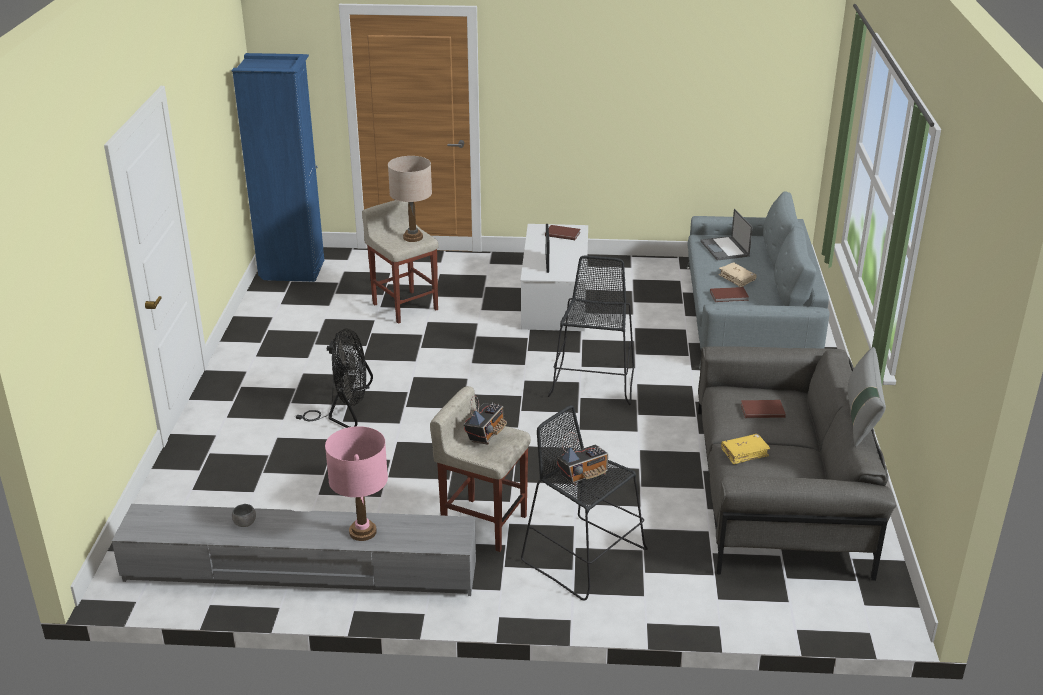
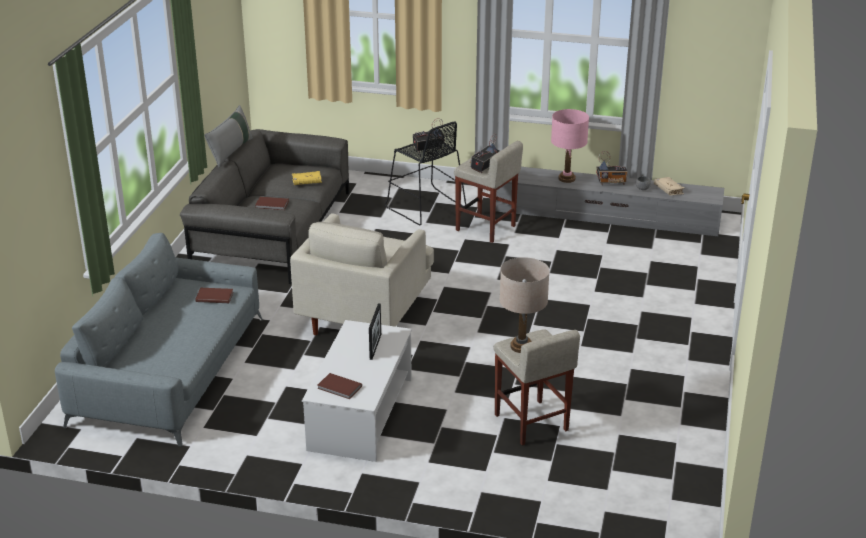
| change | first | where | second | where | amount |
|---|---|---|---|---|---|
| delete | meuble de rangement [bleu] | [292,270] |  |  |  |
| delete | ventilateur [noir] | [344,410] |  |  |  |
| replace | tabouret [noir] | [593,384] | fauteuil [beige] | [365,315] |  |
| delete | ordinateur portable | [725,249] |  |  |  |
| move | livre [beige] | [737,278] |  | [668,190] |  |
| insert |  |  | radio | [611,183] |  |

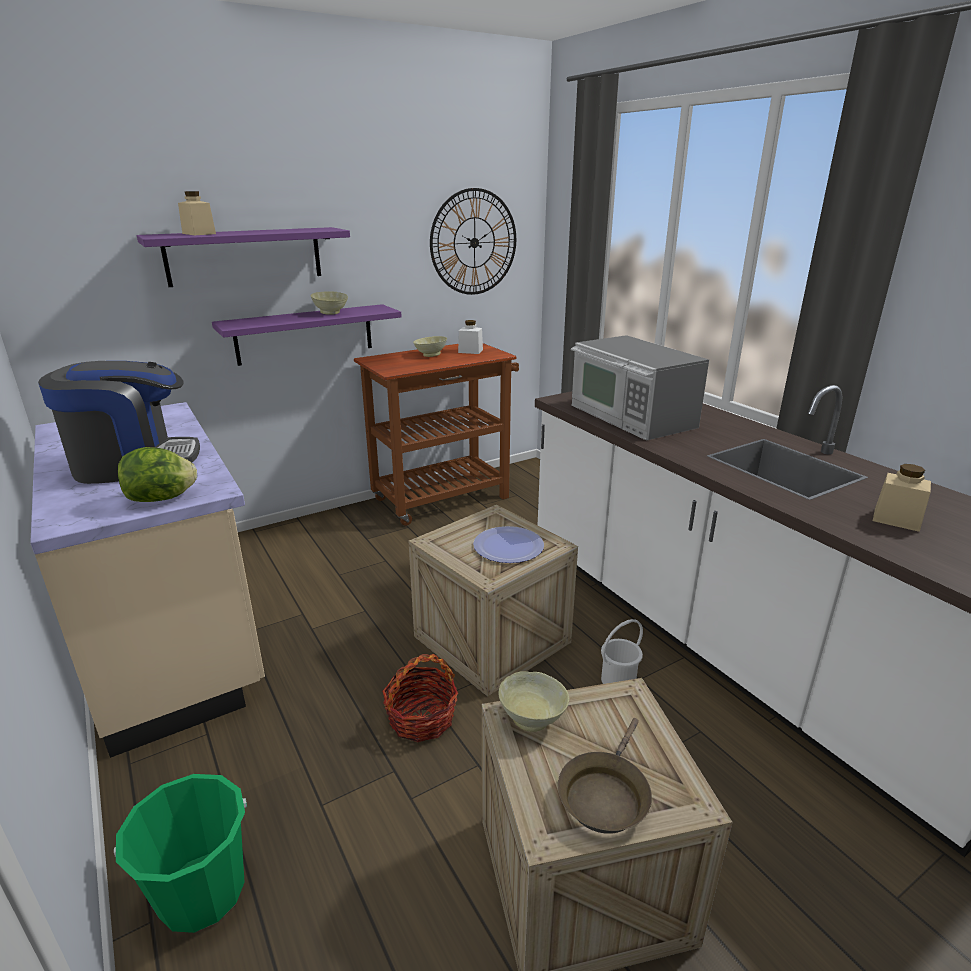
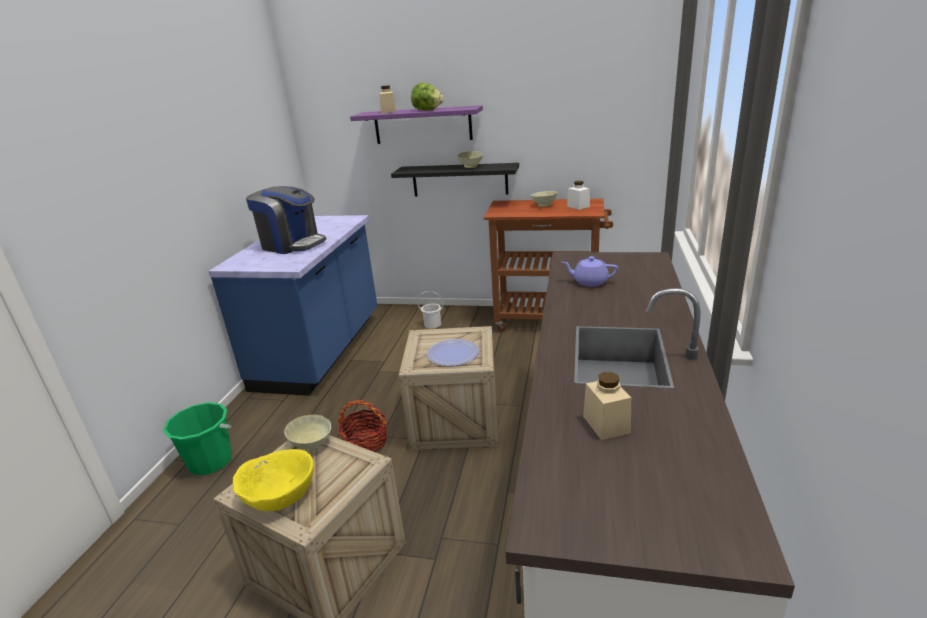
| change | first | where | second | where | amount |
|---|---|---|---|---|---|
| recolor | comptoir de cuisine [beige] | [174,640] | comptoir de cuisine [bleu] | [321,351] |  |
| move | laitue | [161,498] |  | [427,110] |  |
| recolor | étagère [violet] | [305,334] | étagère [noir] | [459,180] |  |
| delete | horloge murale | [474,242] |  |  |  |
| replace | poêle [marron] | [604,795] | bol [jaune] | [280,495] |  |
| replace | micro-ondes | [630,416] | théière [violet] | [589,282] |  |
| move | seau [blanc] | [617,680] |  | [432,324] |  |

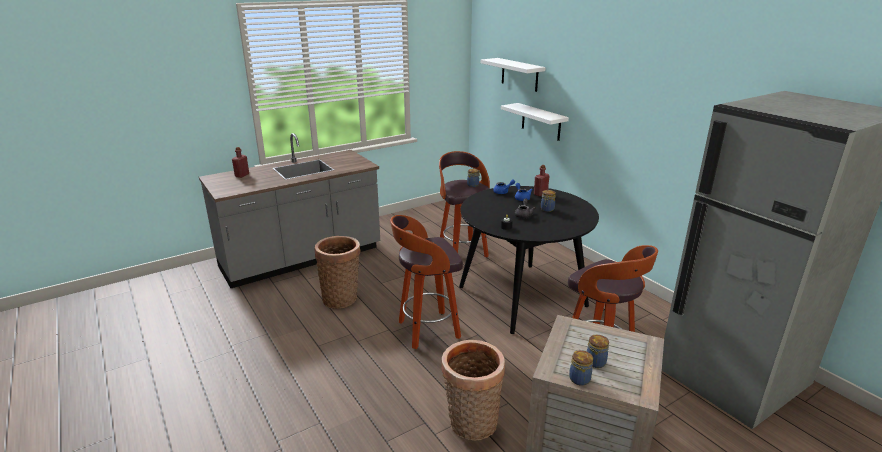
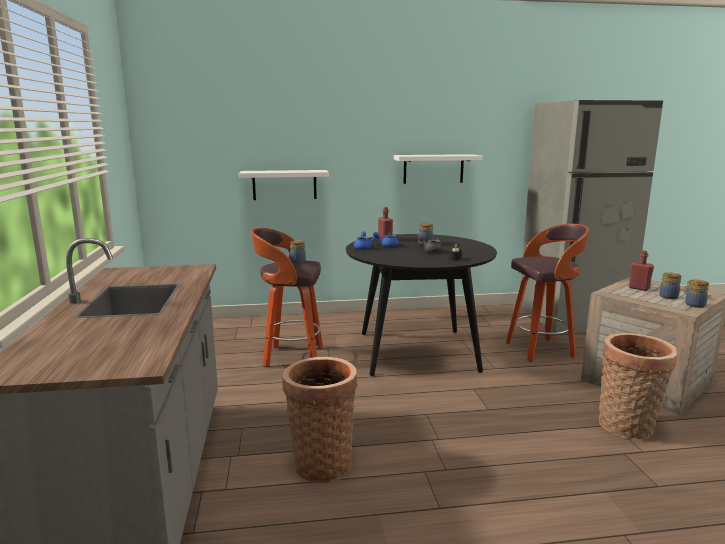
| change | first | where | second | where | amount |
|---|---|---|---|---|---|
| move | bouteille [rouge] | [242,175] |  | [639,288] |  |
| delete | tabouret | [427,330] |  |  |  |
| move | étagère [blanc] | [519,74] |  | [433,168] |  |

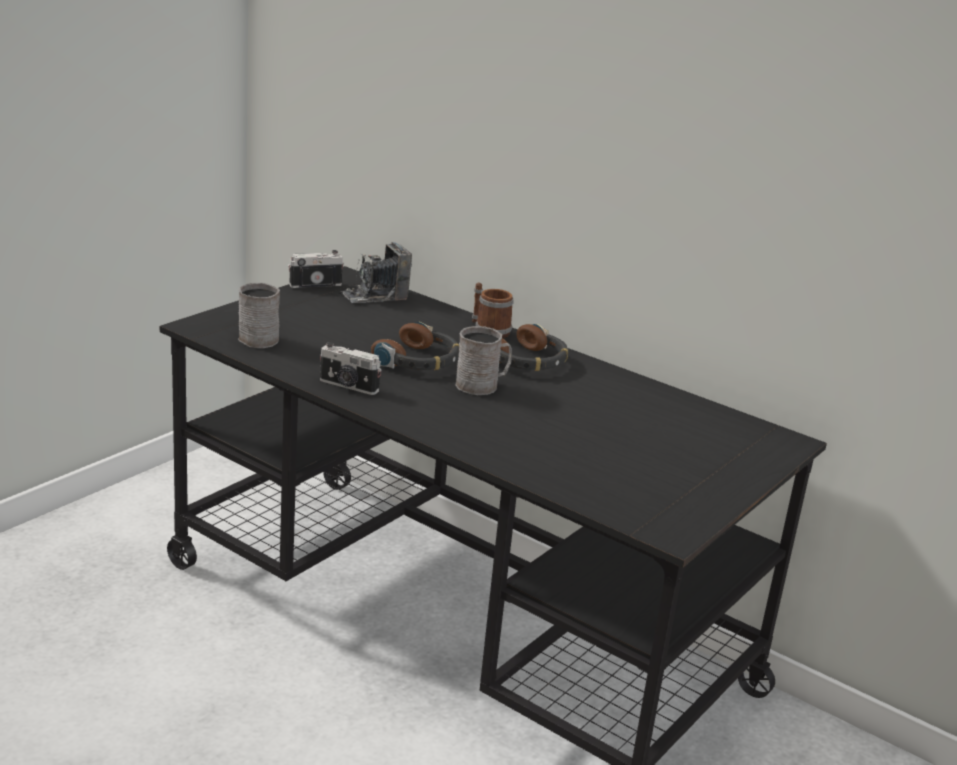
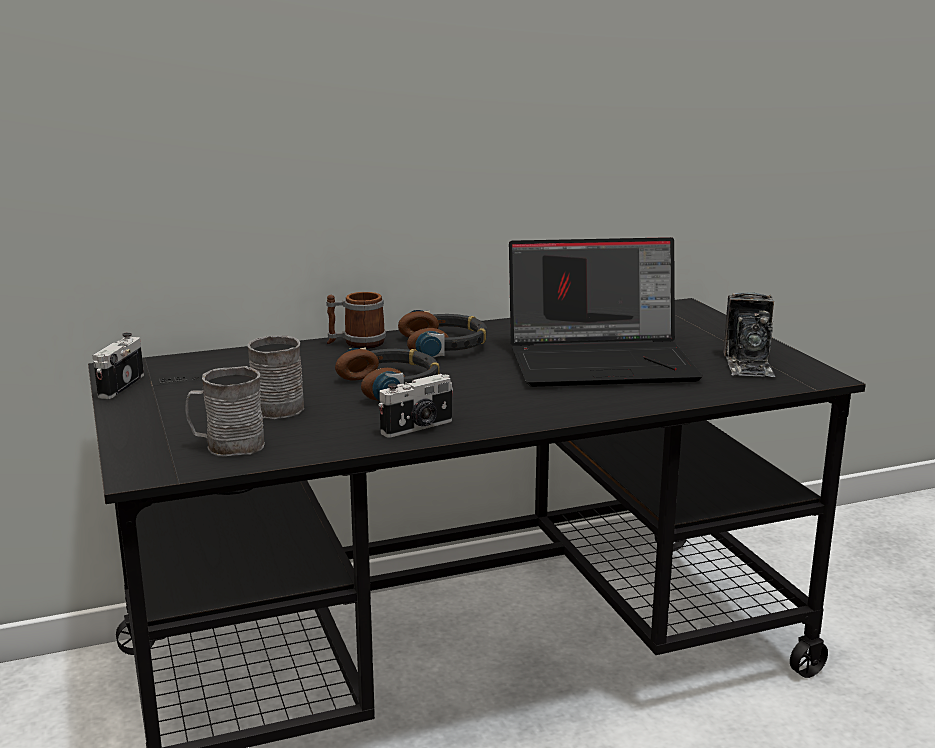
| change | first | where | second | where | amount |
|---|---|---|---|---|---|
| move | appareil photo | [375,296] |  | [748,364] |  |
| move | mug [gris] | [482,385] |  | [281,406] |  |
| insert |  |  | ordinateur portable | [603,361] |  |

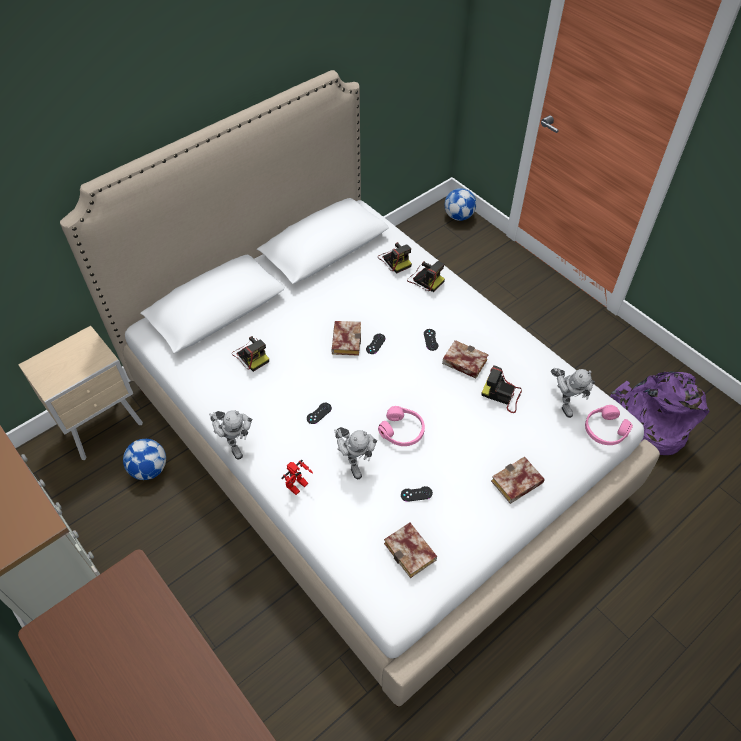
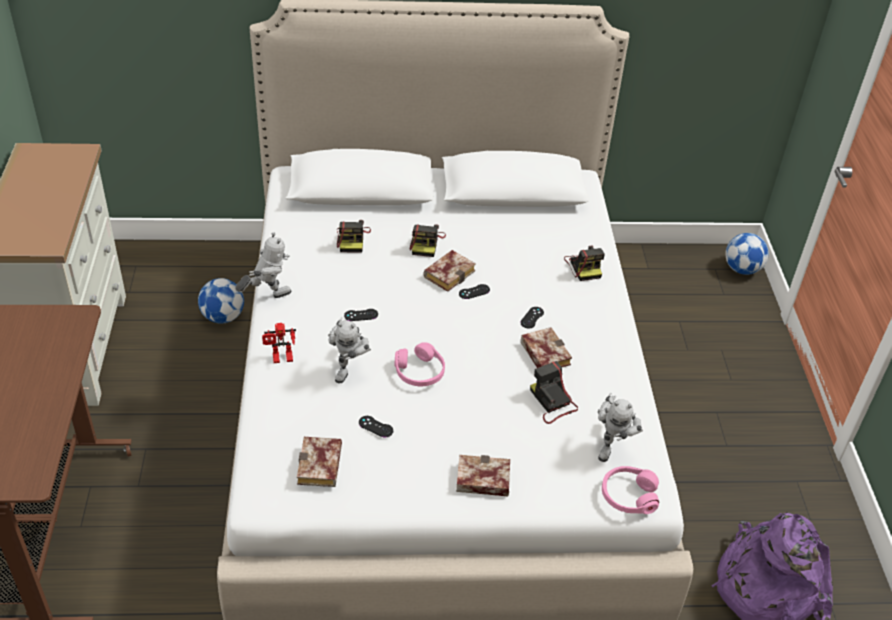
| change | first | where | second | where | amount |
|---|---|---|---|---|---|
| delete | table de chevet [beige] | [104,427] |  |  |  |
| rotate | robot jouet | [234,442] |  | [267,295] | 120 degrees counterclockwise |
| move | appareil photo | [395,260] |  | [426,243] |  |

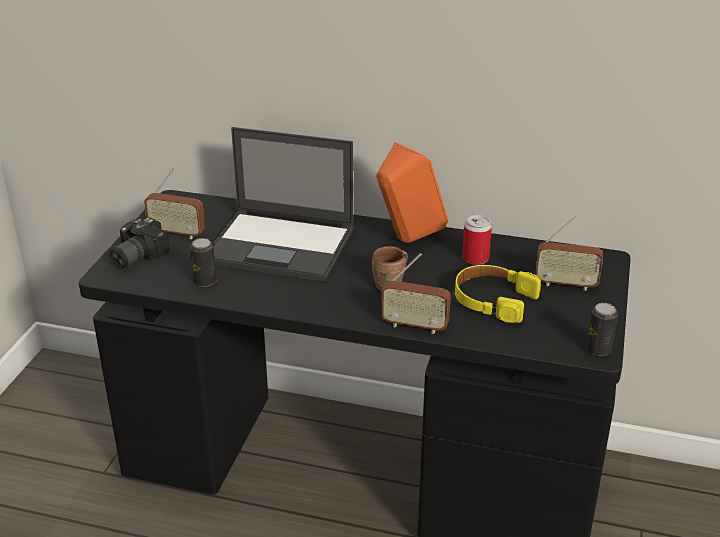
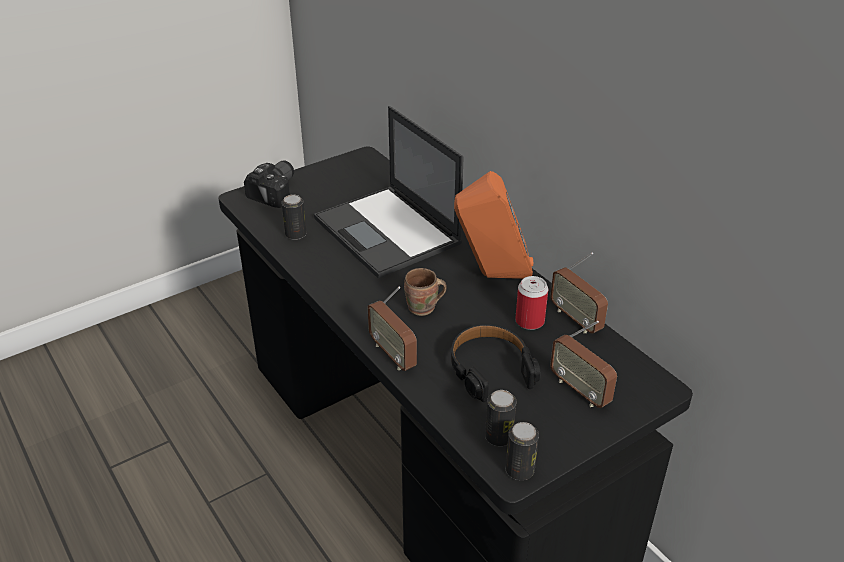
| change | first | where | second | where | amount |
|---|---|---|---|---|---|
| rotate | appareil photo | [134,257] |  | [277,192] | 135 degrees clockwise |
| move | radio | [177,233] |  | [576,319] |  |
| recolor | casque audio [jaune] | [493,300] | casque audio [noir] | [490,368] |  |
| insert |  |  | boîte métallique | [498,437] |  |

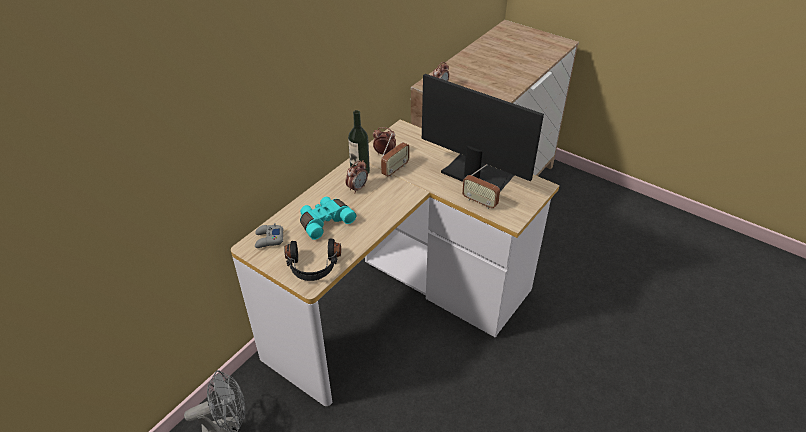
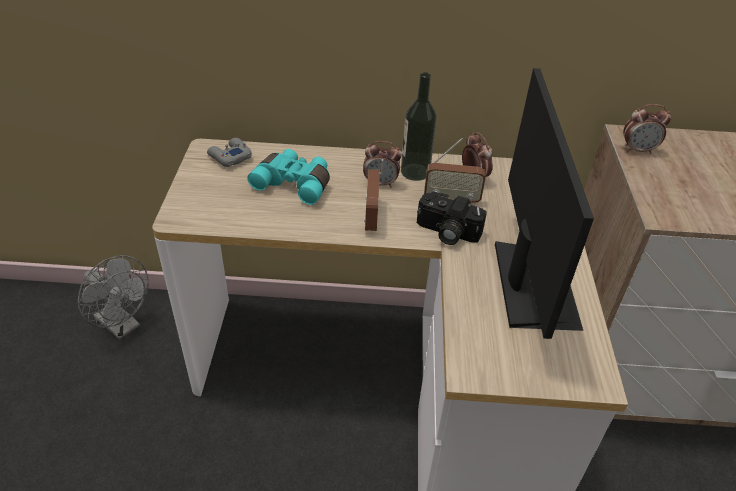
| change | first | where | second | where | amount |
|---|---|---|---|---|---|
| delete | casque audio [noir] | [313,267] |  |  |  |
| move | radio | [479,202] |  | [372,217] |  |
| insert |  |  | appareil photo | [446,232] |  |

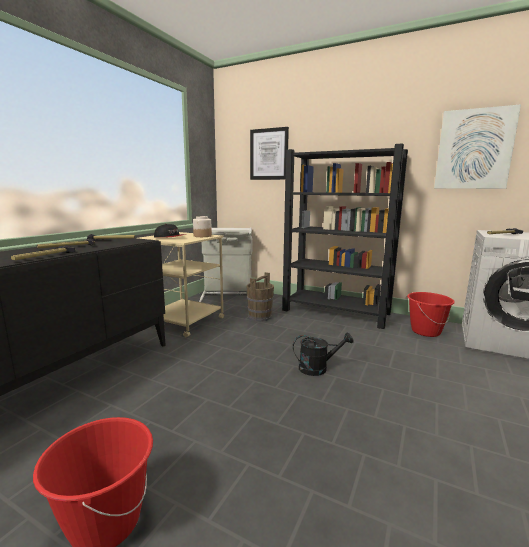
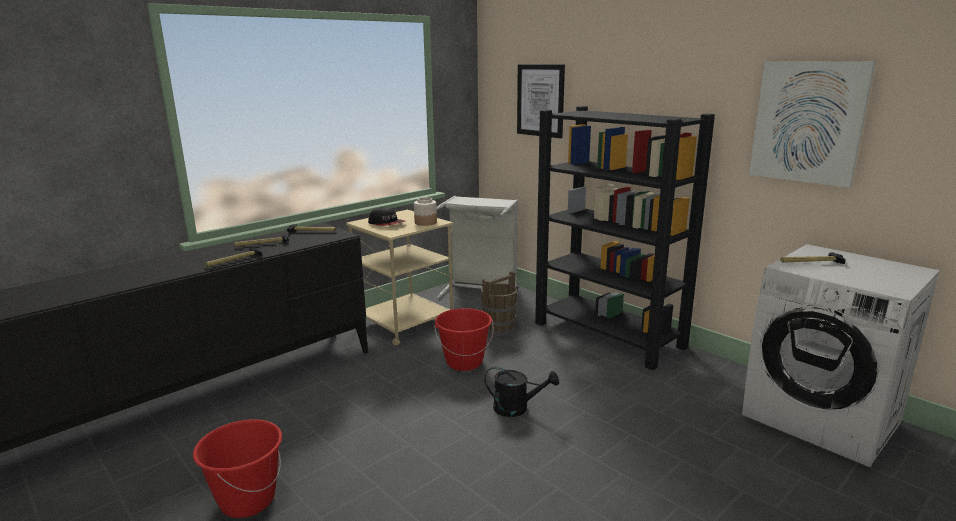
| change | first | where | second | where | amount |
|---|---|---|---|---|---|
| move | seau [rouge] | [425,331] |  | [464,362] |  |

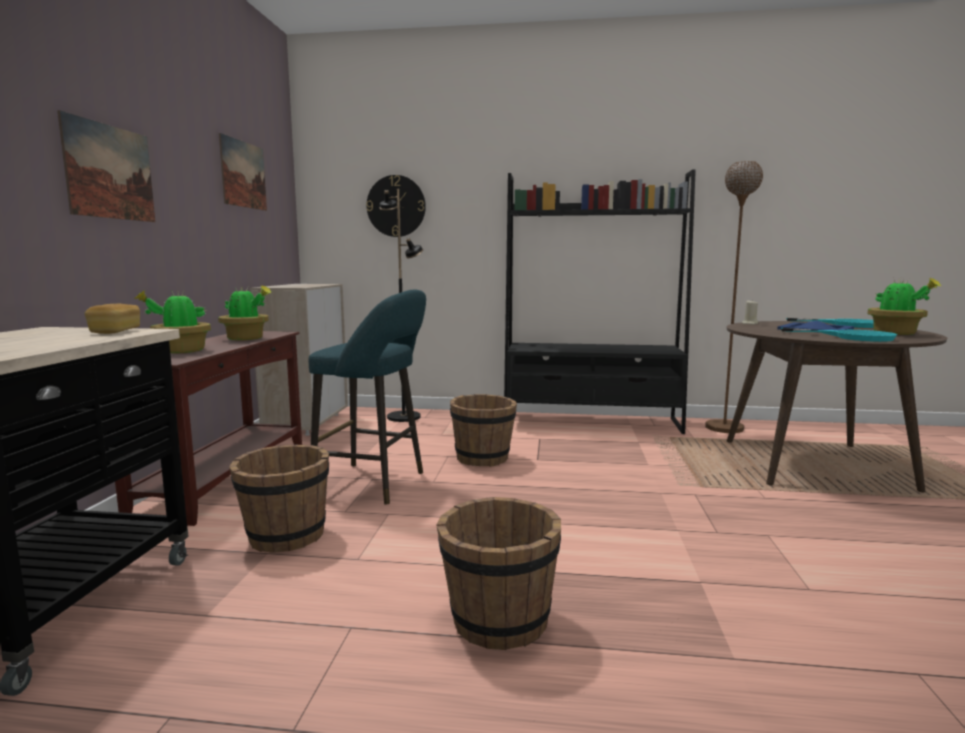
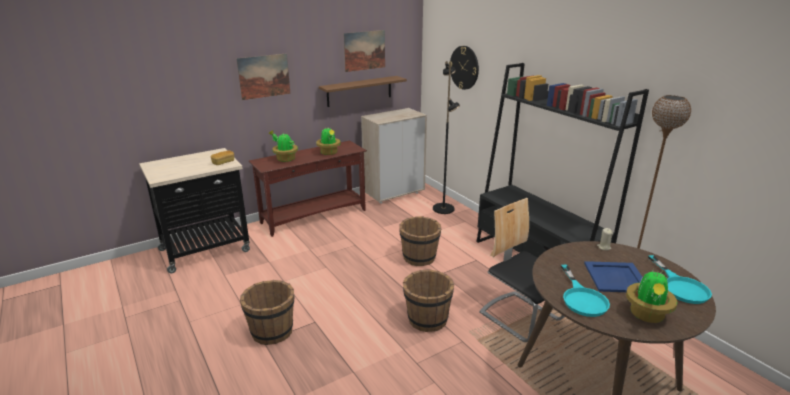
| change | first | where | second | where | amount |
|---|---|---|---|---|---|
| move | seau [marron] | [285,536] |  | [427,319] |  |
| delete | tabouret [turquoise] | [375,484] |  |  |  |
| insert |  |  | étagère [marron] | [359,91] |  |
| insert |  |  | chaise | [521,316] |  |

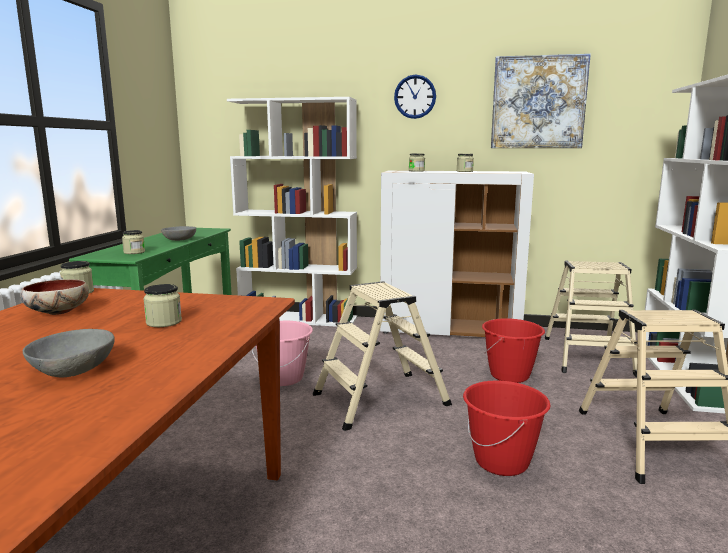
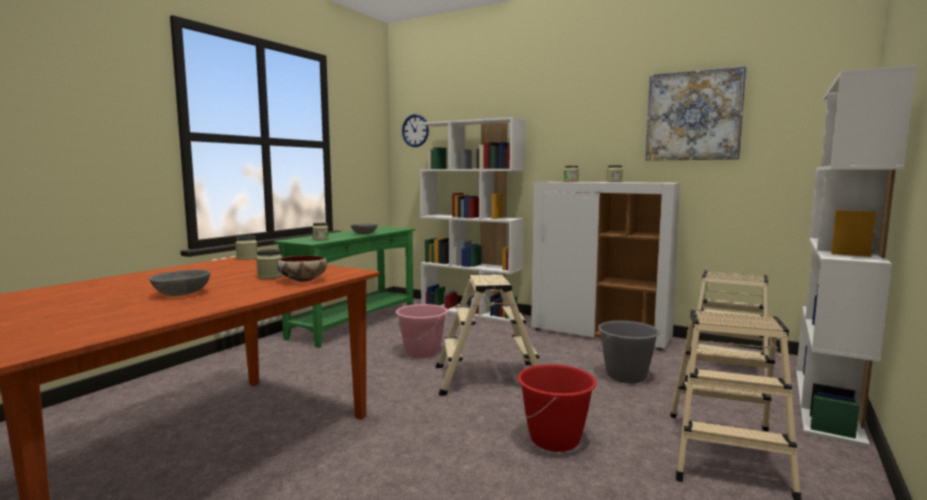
| change | first | where | second | where | amount |
|---|---|---|---|---|---|
| move | bol | [57,312] |  | [302,280] |  |
| move | horloge murale | [415,96] |  | [415,130] |  |
| recolor | seau [rouge] | [510,375] | seau [gris] | [626,376] |  |

